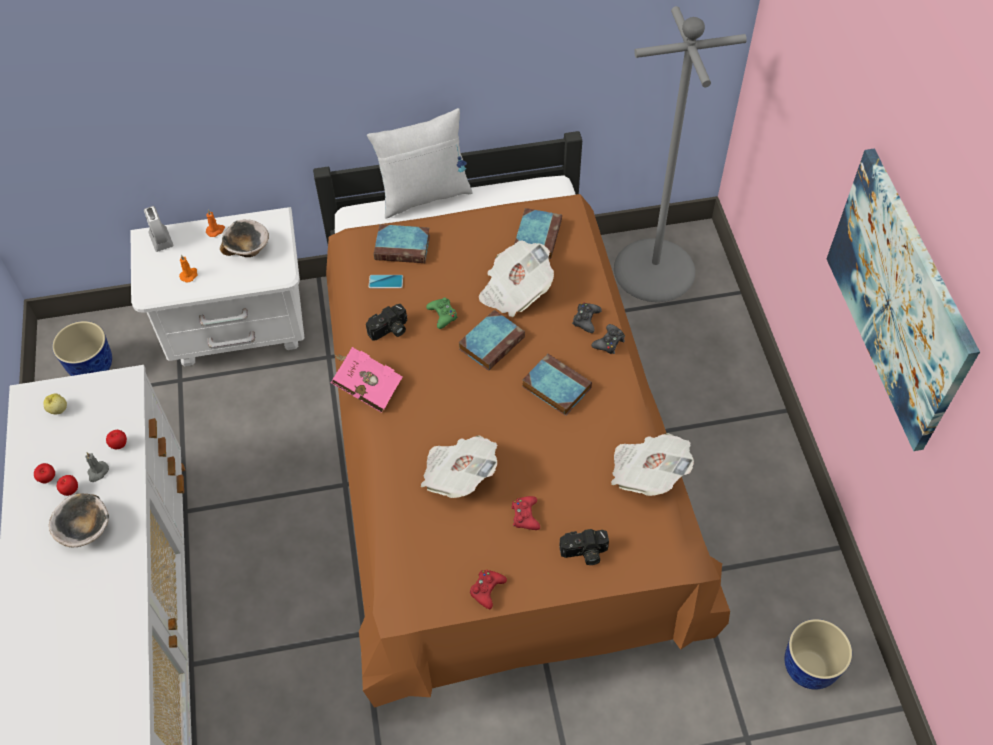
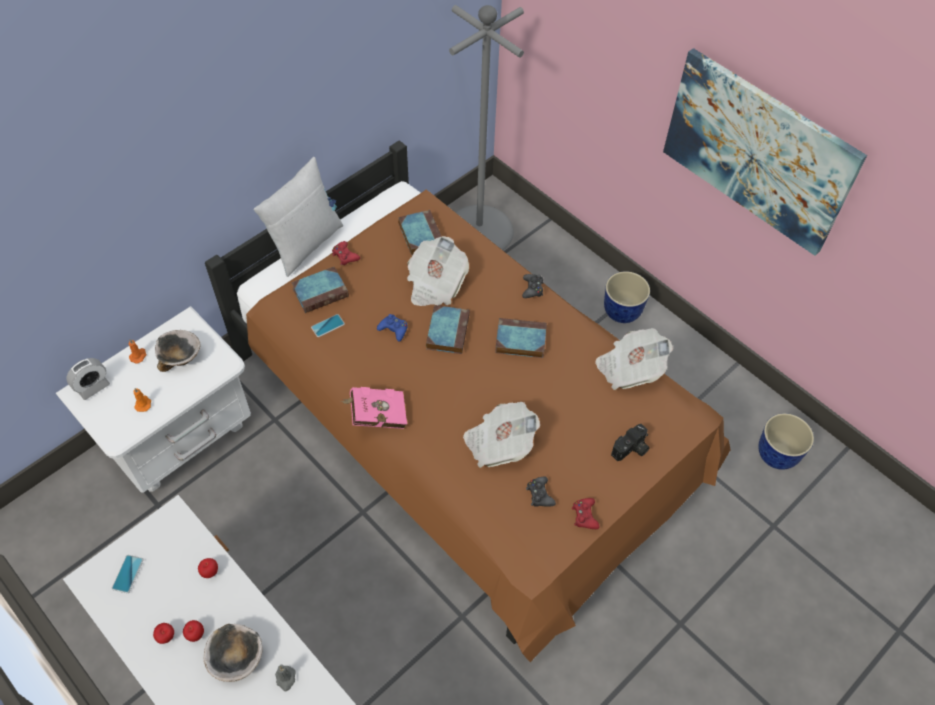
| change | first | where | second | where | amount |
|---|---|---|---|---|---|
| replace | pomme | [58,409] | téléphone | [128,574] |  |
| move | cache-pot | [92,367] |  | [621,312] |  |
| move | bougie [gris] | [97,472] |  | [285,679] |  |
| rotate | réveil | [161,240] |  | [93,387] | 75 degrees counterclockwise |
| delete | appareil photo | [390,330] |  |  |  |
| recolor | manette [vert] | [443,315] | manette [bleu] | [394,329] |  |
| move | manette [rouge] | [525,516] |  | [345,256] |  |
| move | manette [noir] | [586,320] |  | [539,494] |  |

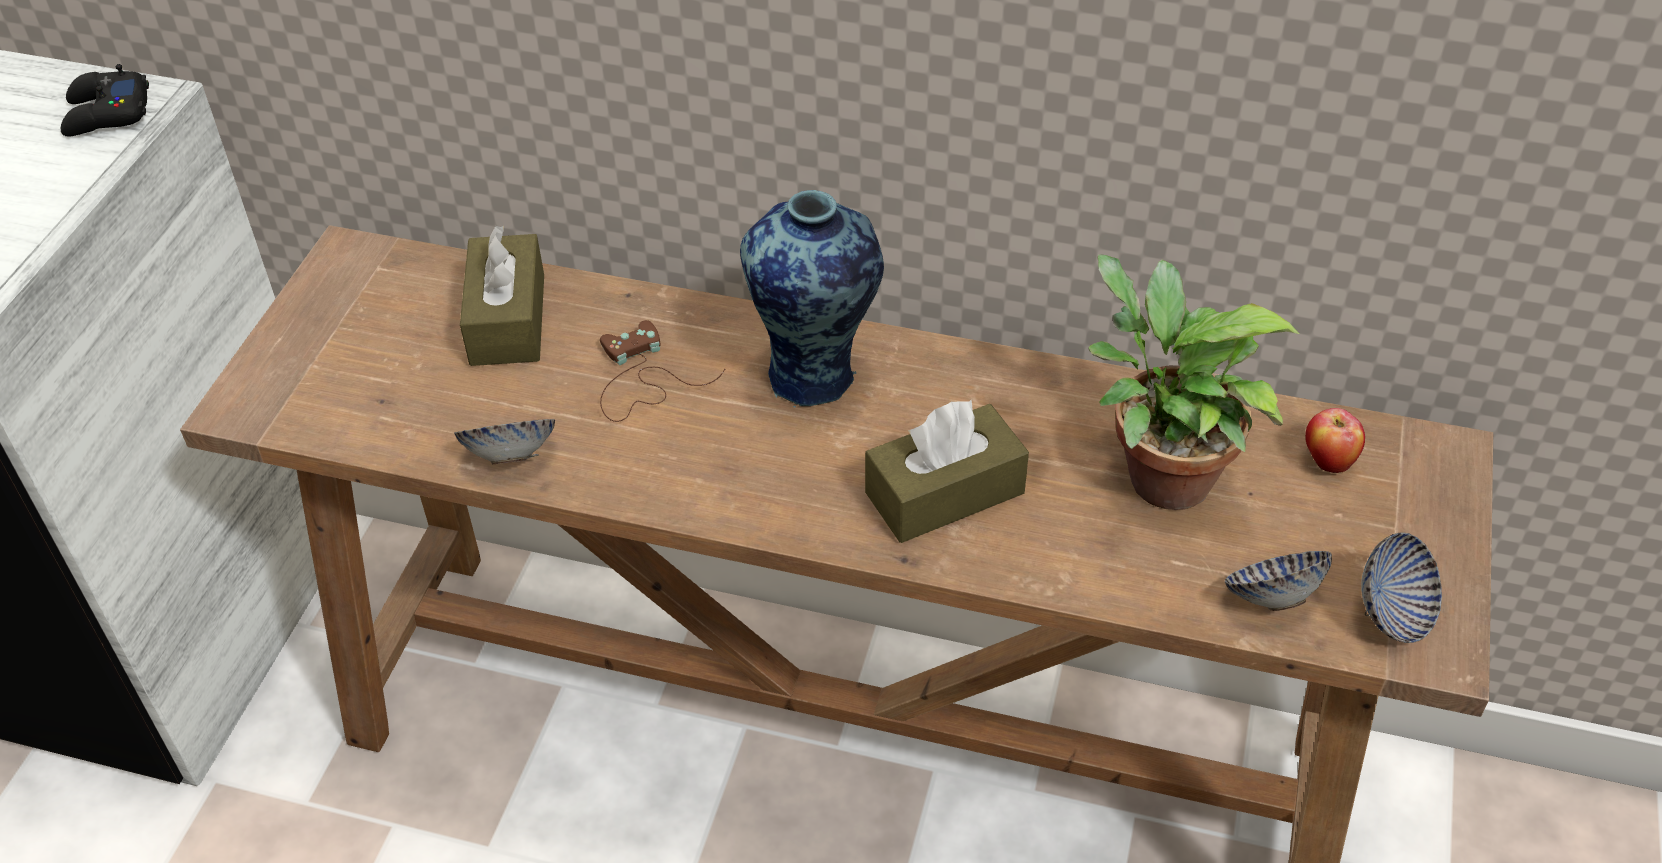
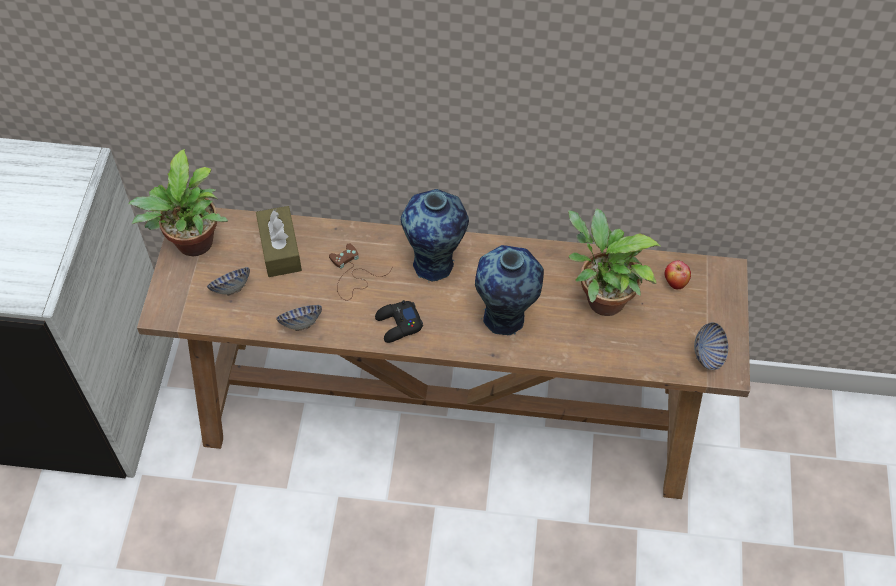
| change | first | where | second | where | amount |
|---|---|---|---|---|---|
| move | manette [noir] | [106,114] |  | [398,325] |  |
| replace | boîte à mouchoirs [marron] | [944,493] | vase | [505,319] |  |
| move | bol | [1271,597] |  | [231,288] |  |
| insert |  |  | plante en pot | [193,246] |  |

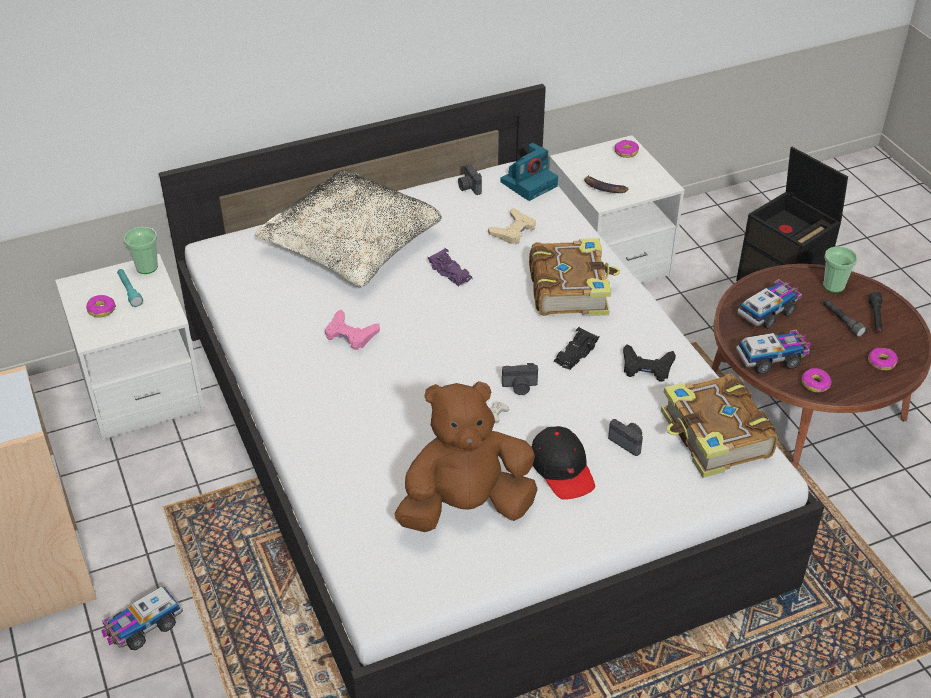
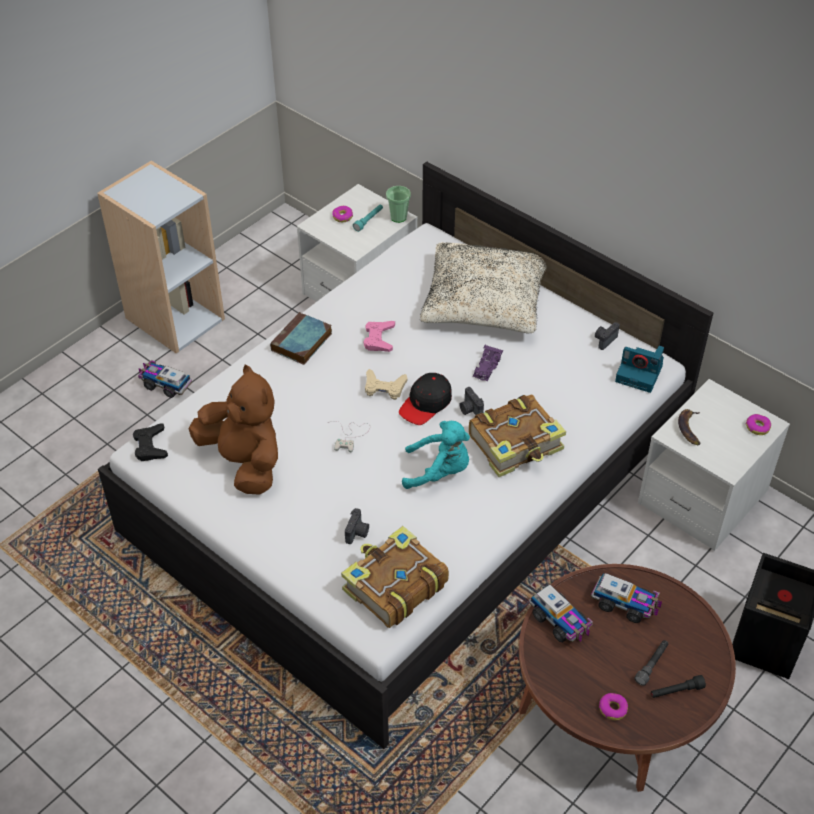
| change | first | where | second | where | amount |
|---|---|---|---|---|---|
| move | manette [beige] | [513,231] |  | [384,388] |  |
| move | appareil photo | [520,387] |  | [470,409] |  |
| move | casquette [noir] | [562,469] |  | [426,404] |  |
| replace | petite voiture [noir] | [574,354] | peluche [turquoise] | [439,471] |  |
| move | manette [noir] | [647,367] |  | [150,446] |  |
| delete | beignet | [815,384] |  |  |  |
| delete | tasse | [833,286] |  |  |  |
| insert |  |  | livre | [301,343] |  |

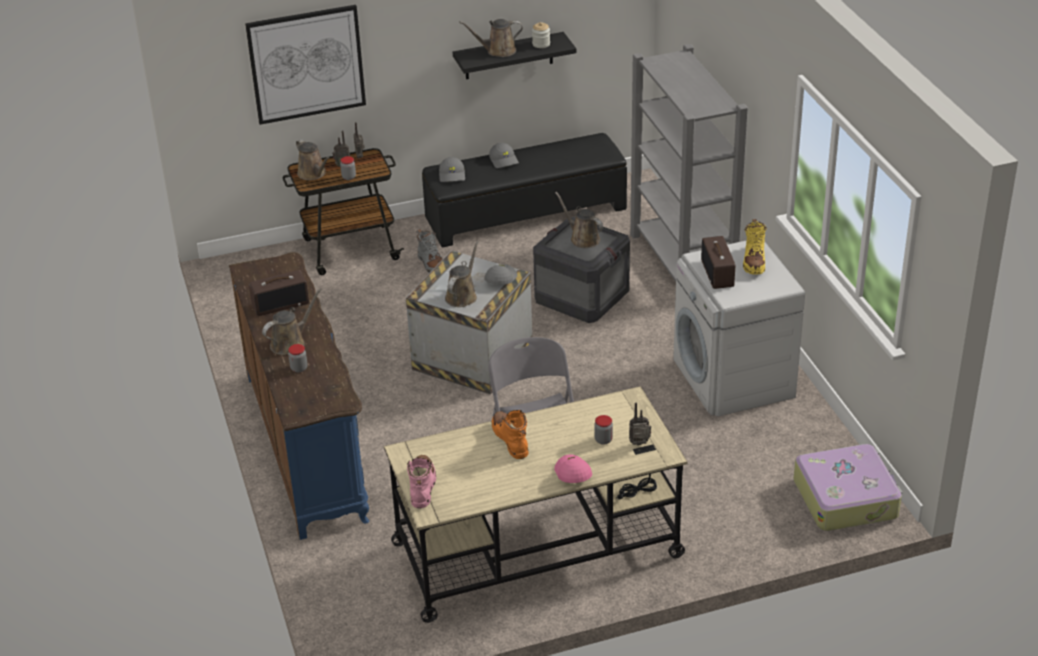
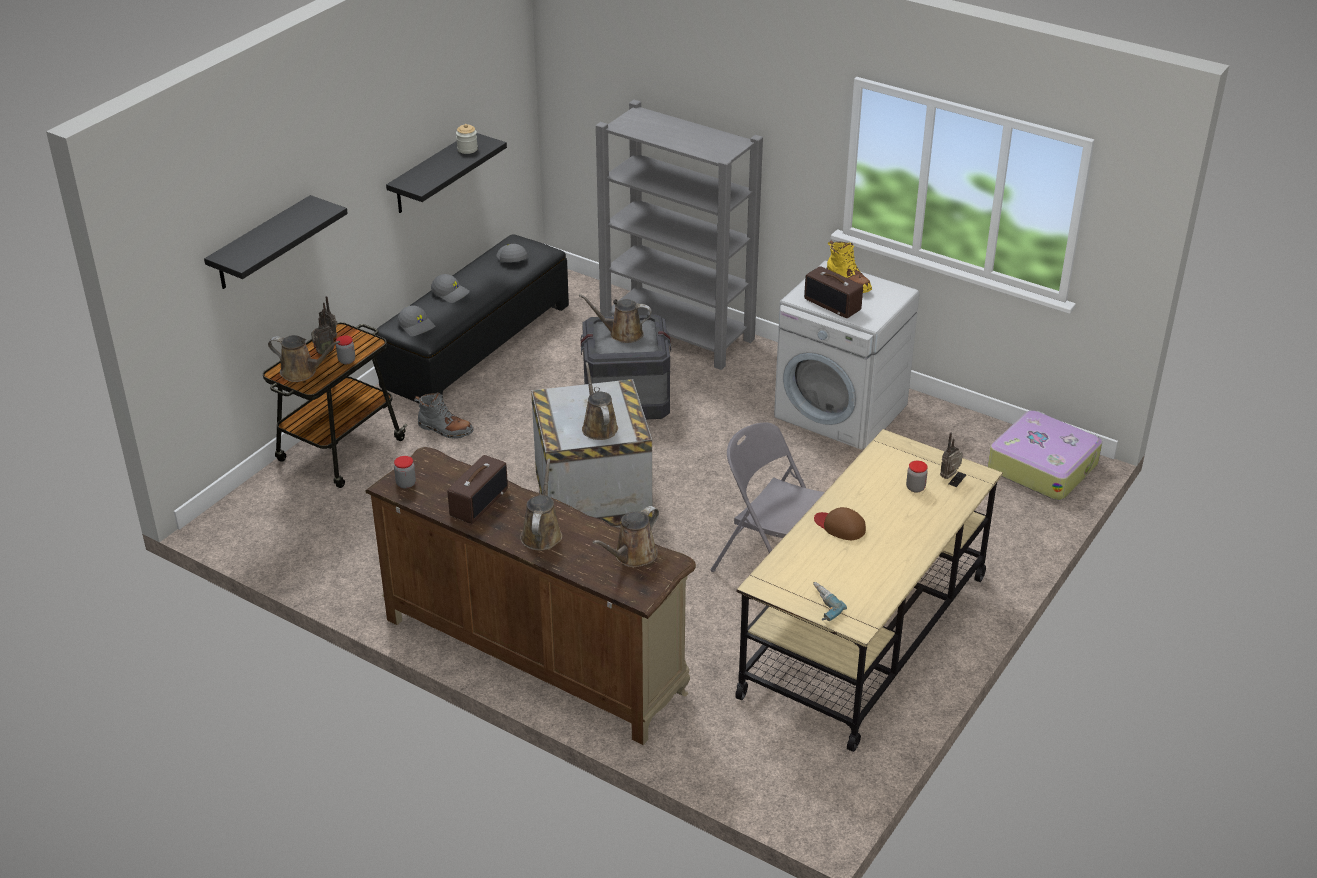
| change | first | where | second | where | amount |
|---|---|---|---|---|---|
| recolor | meuble de rangement [bleu] | [307,444] | meuble de rangement [beige] | [536,654] |  |
| replace | tableau | [306,64] | étagère [noir] | [261,244] |  |
| move | bocal | [299,368] |  | [406,484] |  |
| replace | botte [rose] | [422,486] | perceuse | [821,606] |  |
| move | arrosoir [marron] | [498,51] |  | [632,556] |  |
| move | casquette [gris] | [500,279] |  | [511,258] |  |
| replace | botte [orange] | [510,440] | casquette [marron] | [840,526] |  |
| delete | casquette [rose] | [572,473] |  |  |  |

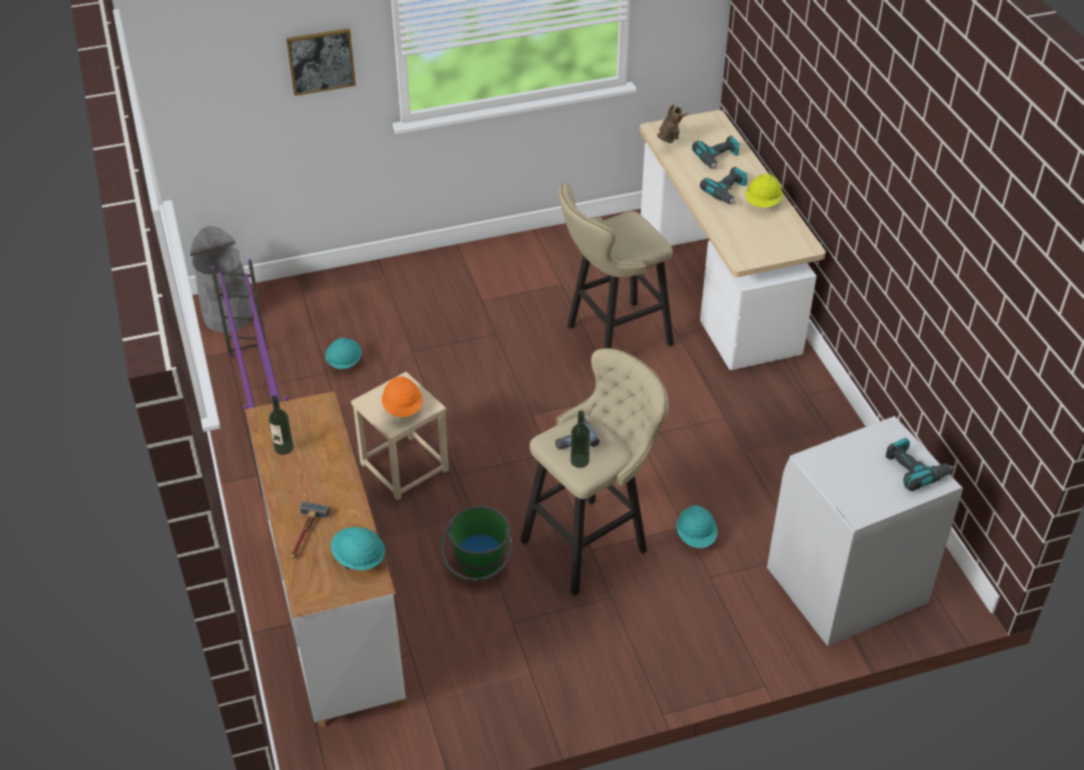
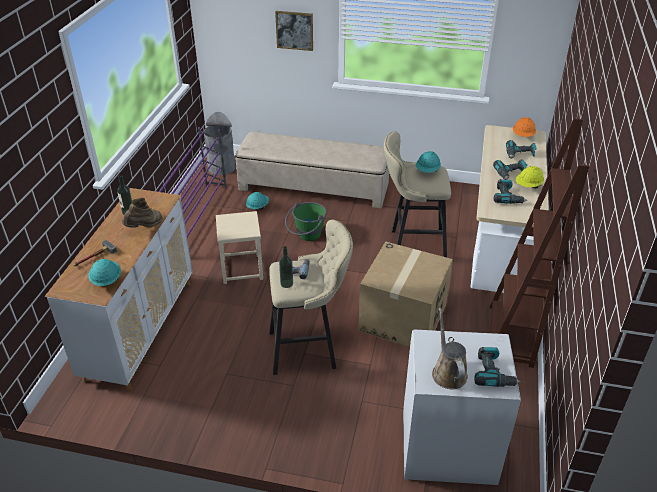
| change | first | where | second | where | amount |
|---|---|---|---|---|---|
| move | casque de chantier [orange] | [403,408] |  | [523,136] |  |
| move | seau [vert] | [478,570] |  | [306,236] |  |
| move | botte [marron] | [669,142] |  | [145,227] |  |
| move | casque de chantier [turquoise] | [696,537] |  | [427,171] |  |
| insert |  |  | banc [beige] | [314,186] |  |
| insert |  |  | carton | [403,318] |  |
| insert |  |  | arrosoir [marron] | [448,372] |  |
| insert |  |  | bibliothèque [marron] | [511,336] |  |
| insert |  |  | perceuse | [507,197] |  |

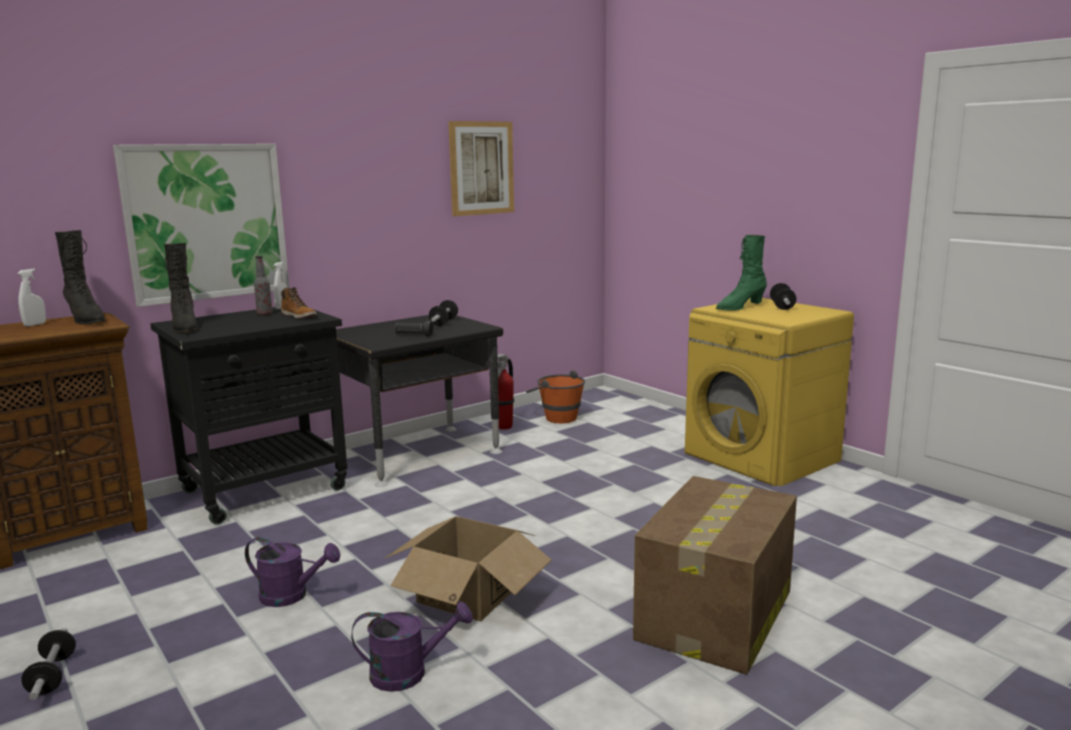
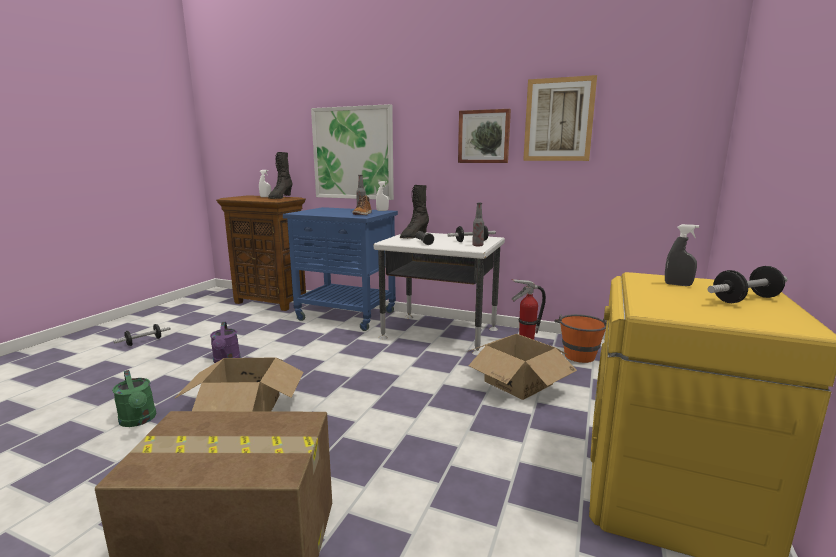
| change | first | where | second | where | amount |
|---|---|---|---|---|---|
| recolor | chariot [noir] | [266,491] | chariot [bleu] | [347,316] |  |
| move | botte [noir] | [184,327] |  | [413,236] |  |
| recolor | bureau [noir] | [419,454] | bureau [blanc] | [440,333] |  |
| recolor | arrosoir [violet] | [409,673] | arrosoir [vert] | [139,420] |  |
| replace | botte [vert] | [740,307] | vaporisateur [gris] | [678,284] |  |
| insert |  |  | tableau | [484,136] |  |
| insert |  |  | carton | [518,382] |  |
| insert |  |  | bouteille | [477,245] |  |

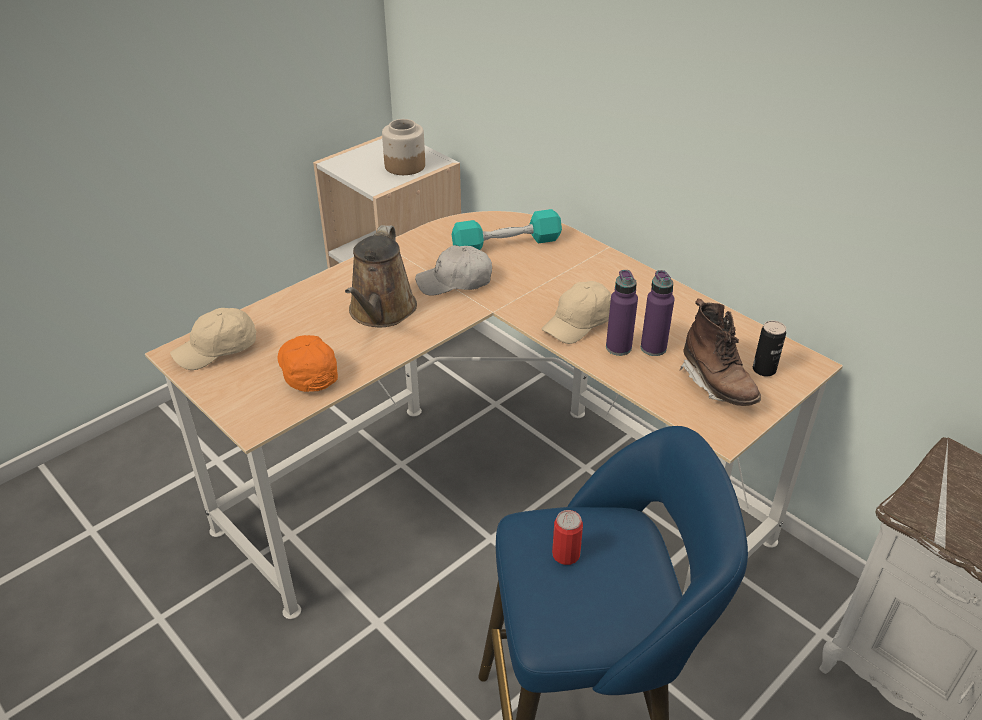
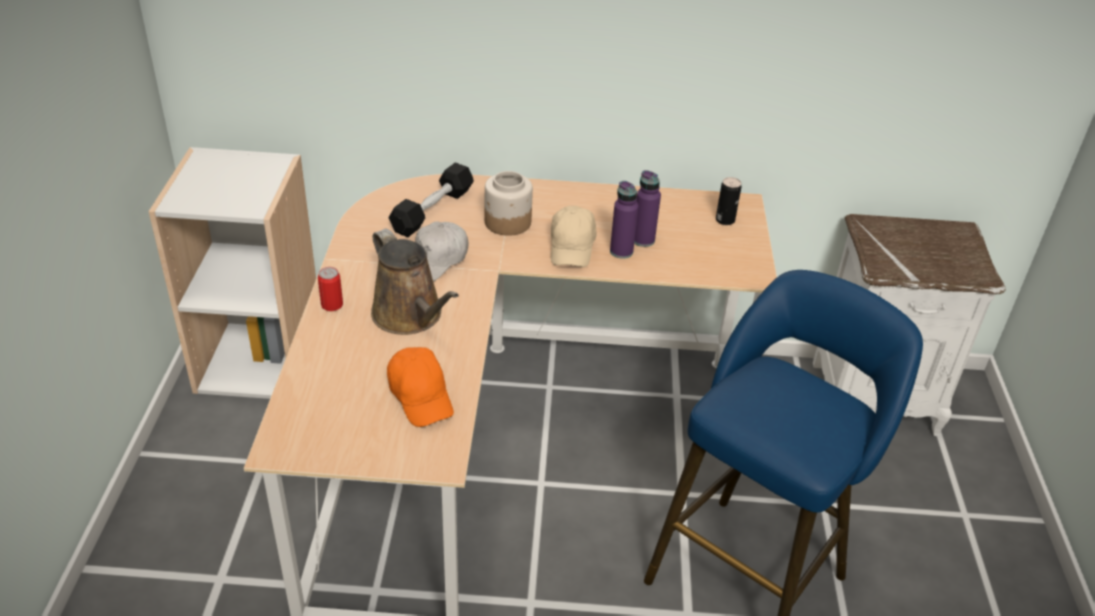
| change | first | where | second | where | amount |
|---|---|---|---|---|---|
| delete | casquette [beige] | [217,350] |  |  |  |
| rotate | casquette [orange] | [307,372] |  | [421,396] | 135 degrees counterclockwise |
| move | bocal | [404,166] |  | [507,222] |  |
| recolor | haltère [turquoise] | [506,244] | haltère [noir] | [432,210] |  |
| move | boîte métallique | [566,554] |  | [332,305] |  |
| delete | botte [marron] | [717,385] |  |  |  |

